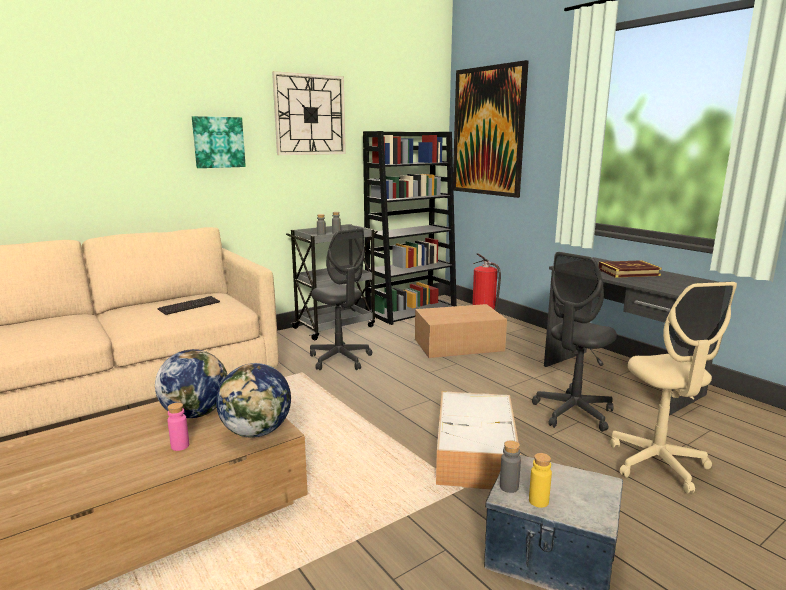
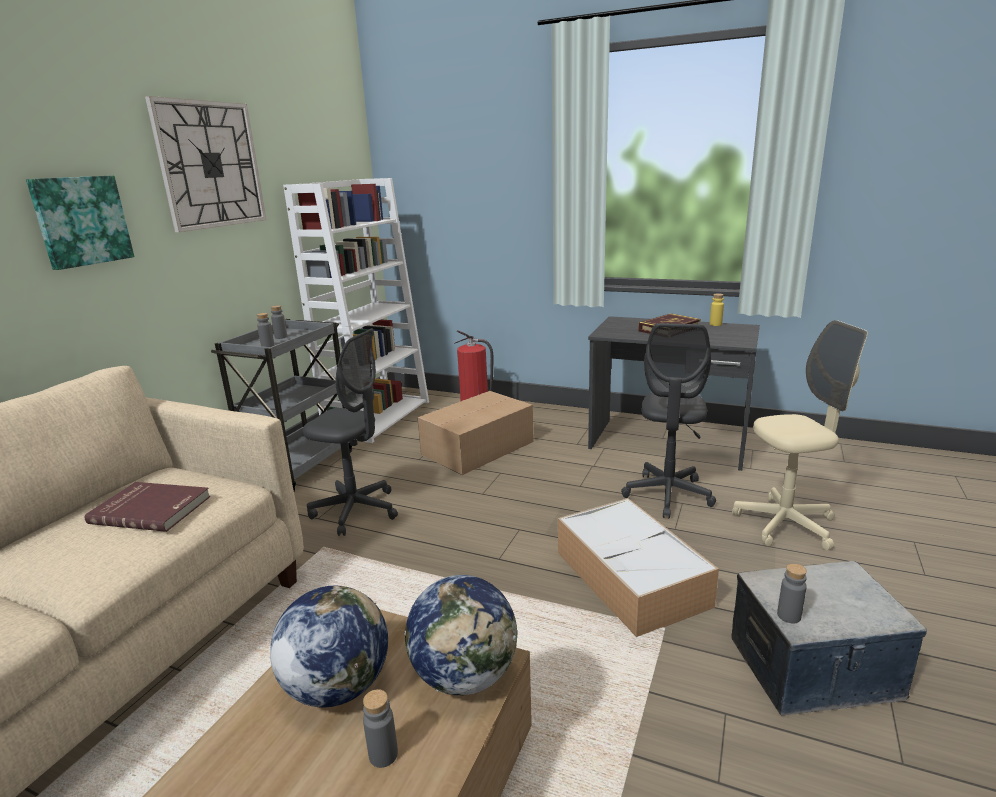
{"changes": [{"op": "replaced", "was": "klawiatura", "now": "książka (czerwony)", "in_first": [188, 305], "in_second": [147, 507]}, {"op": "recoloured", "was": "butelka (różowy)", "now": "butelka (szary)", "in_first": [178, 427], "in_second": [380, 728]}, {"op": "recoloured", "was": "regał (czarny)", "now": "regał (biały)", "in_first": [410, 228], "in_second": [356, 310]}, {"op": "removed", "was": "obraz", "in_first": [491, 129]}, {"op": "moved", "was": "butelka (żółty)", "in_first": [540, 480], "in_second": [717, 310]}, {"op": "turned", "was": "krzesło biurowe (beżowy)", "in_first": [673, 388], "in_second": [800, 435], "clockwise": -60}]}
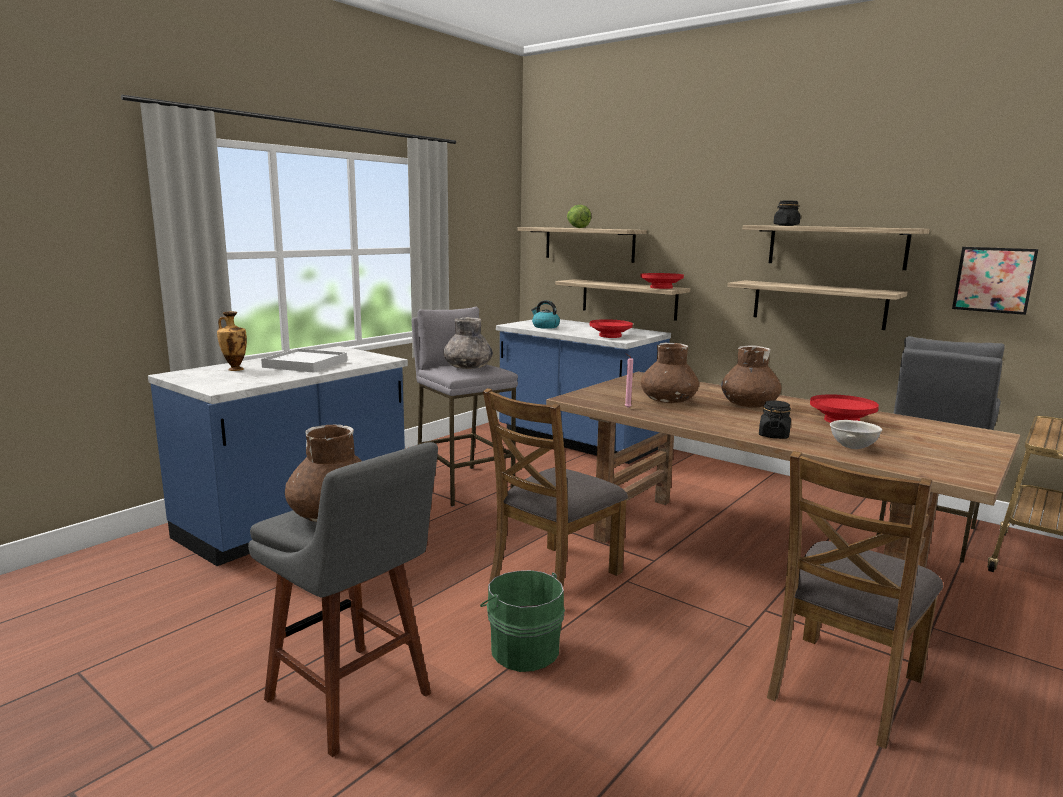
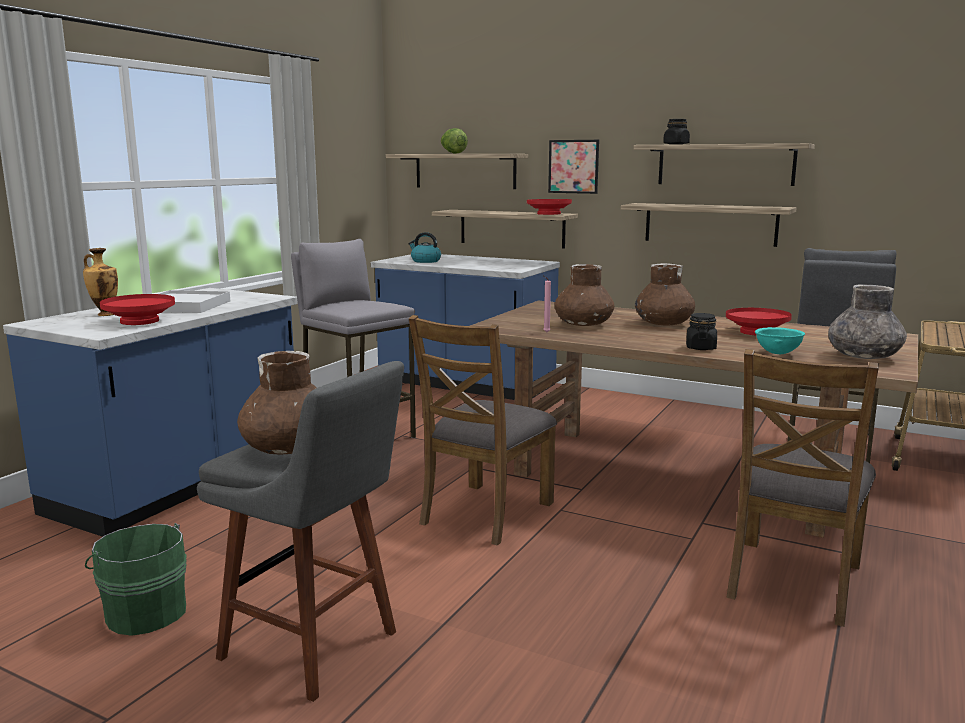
{"changes": [{"op": "moved", "was": "wazon (szary)", "in_first": [468, 343], "in_second": [867, 321]}, {"op": "moved", "was": "wiadro (zielony)", "in_first": [522, 621], "in_second": [136, 579]}, {"op": "moved", "was": "miska (czerwony)", "in_first": [611, 328], "in_second": [137, 309]}, {"op": "recoloured", "was": "miska (szary)", "now": "miska (turkusowy)", "in_first": [856, 434], "in_second": [780, 340]}, {"op": "moved", "was": "obraz", "in_first": [995, 281], "in_second": [573, 167]}]}
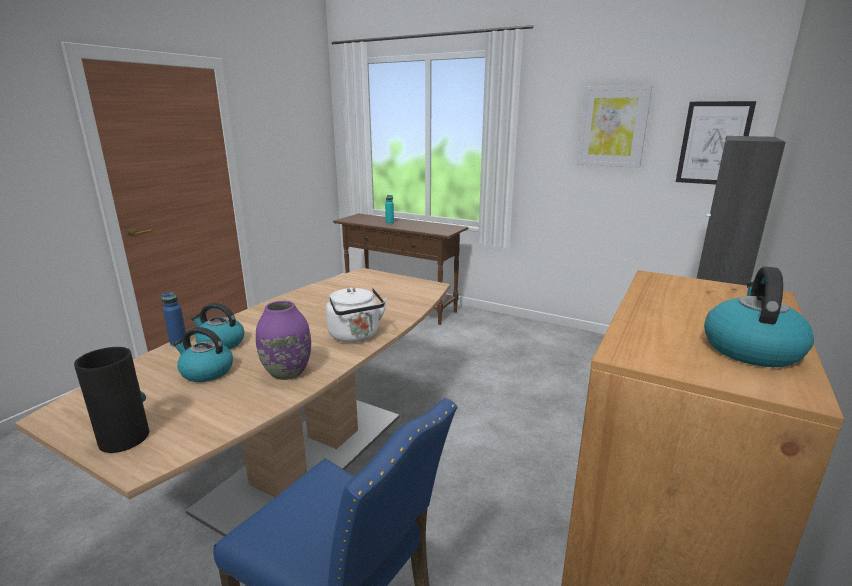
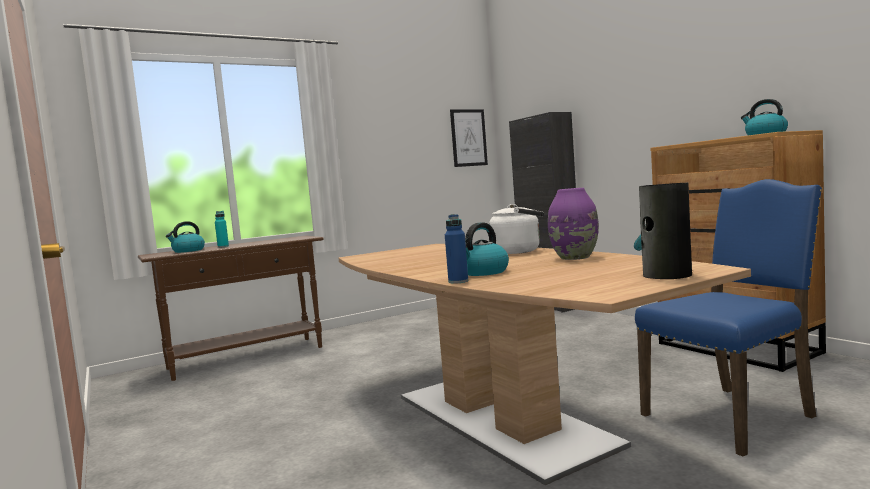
{"changes": [{"op": "moved", "was": "czajnik", "in_first": [203, 354], "in_second": [185, 237]}, {"op": "removed", "was": "obraz", "in_first": [615, 126]}]}
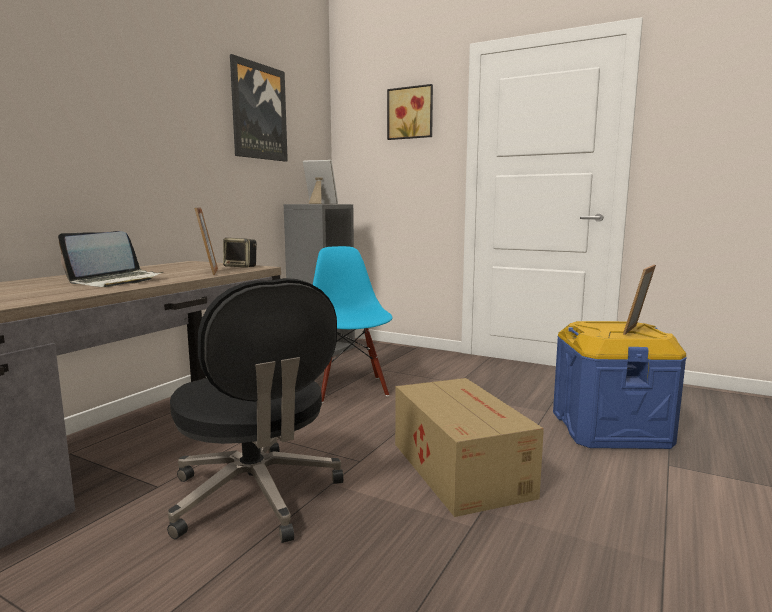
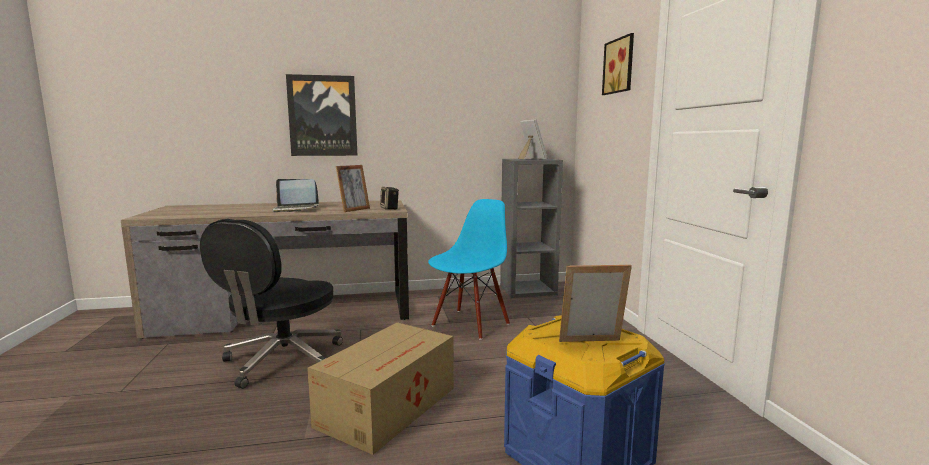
{"changes": [{"op": "moved", "was": "obraz", "in_first": [259, 108], "in_second": [321, 115]}]}
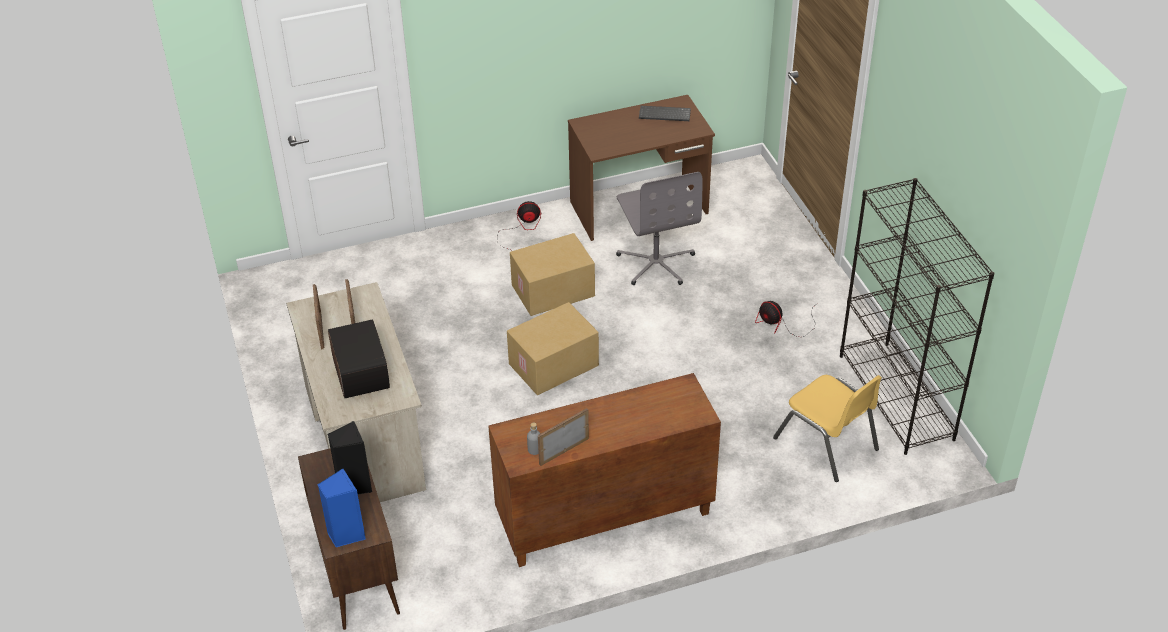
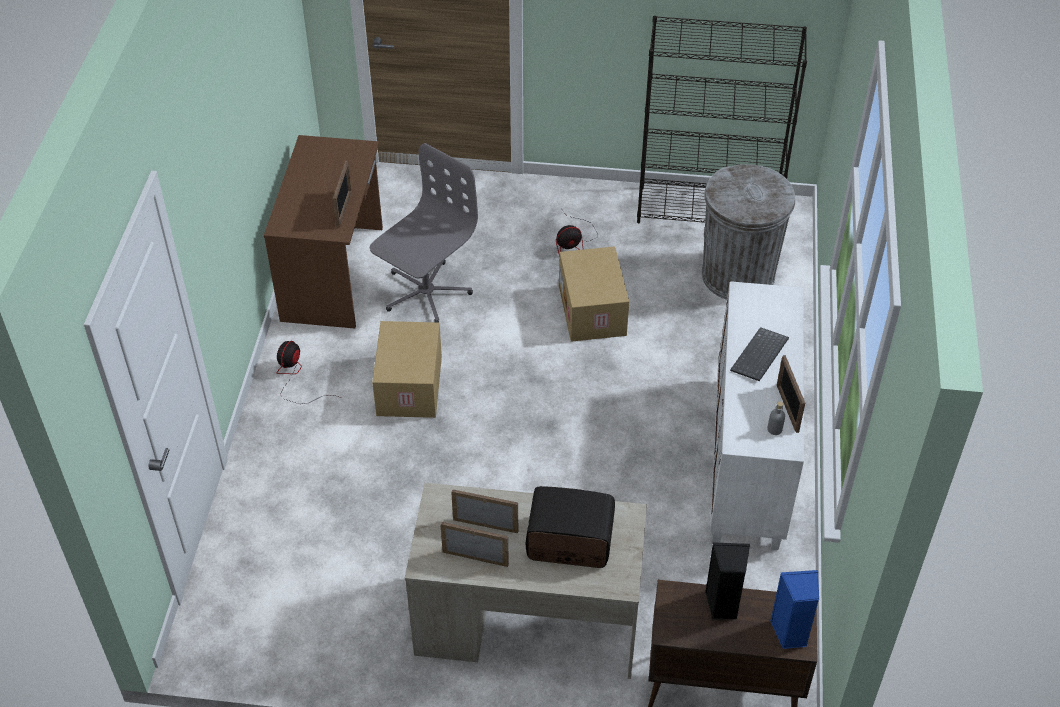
{"changes": [{"op": "recoloured", "was": "szafka (brązowy)", "now": "szafka (biały)", "in_first": [604, 470], "in_second": [757, 415]}, {"op": "moved", "was": "karton", "in_first": [553, 348], "in_second": [594, 294]}, {"op": "turned", "was": "krzesło biurowe (szary)", "in_first": [659, 228], "in_second": [424, 232], "clockwise": -60}, {"op": "moved", "was": "klawiatura", "in_first": [665, 113], "in_second": [759, 354]}, {"op": "replaced", "was": "krzesło (żółty)", "now": "kosz na śmieci (szary)", "in_first": [827, 428], "in_second": [748, 232]}, {"op": "added", "now": "ramka na zdjęcie", "in_second": [342, 194]}]}
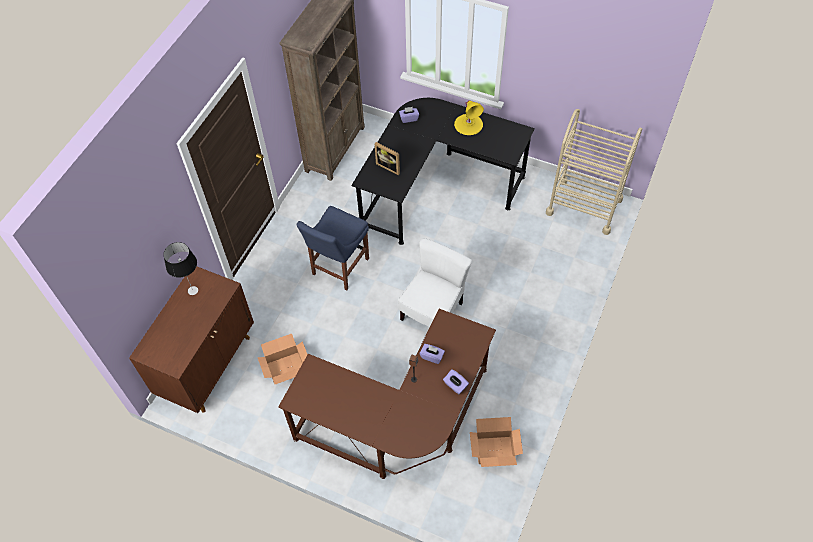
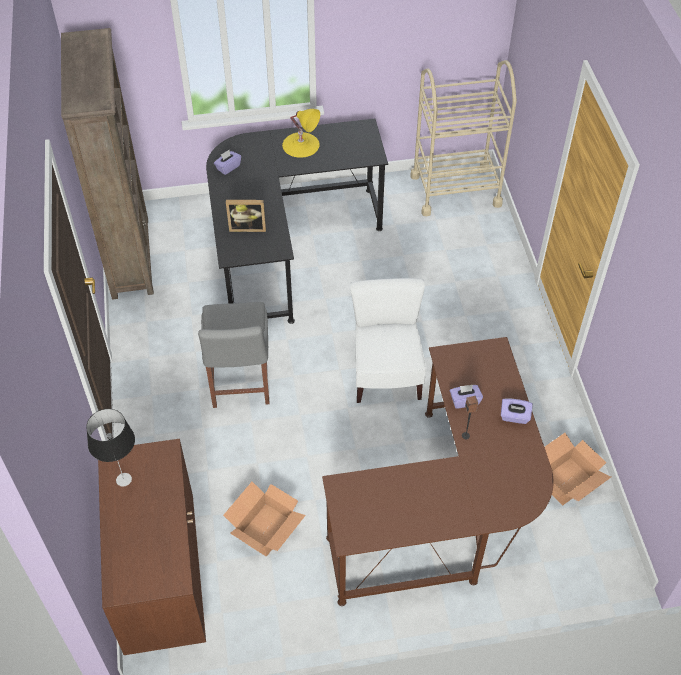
{"changes": [{"op": "recoloured", "was": "krzesło (niebieski)", "now": "krzesło (szary)", "in_first": [333, 248], "in_second": [234, 355]}]}
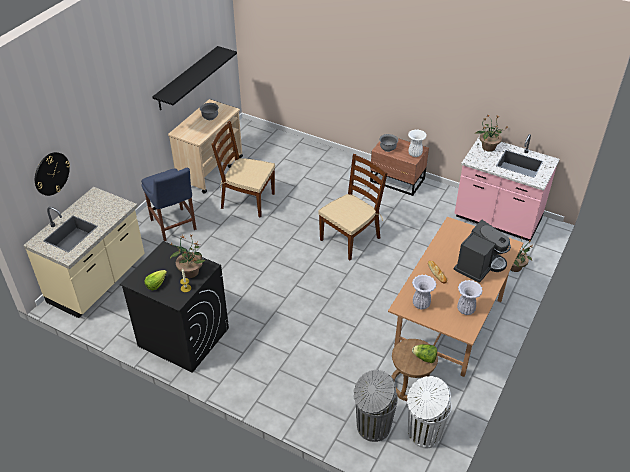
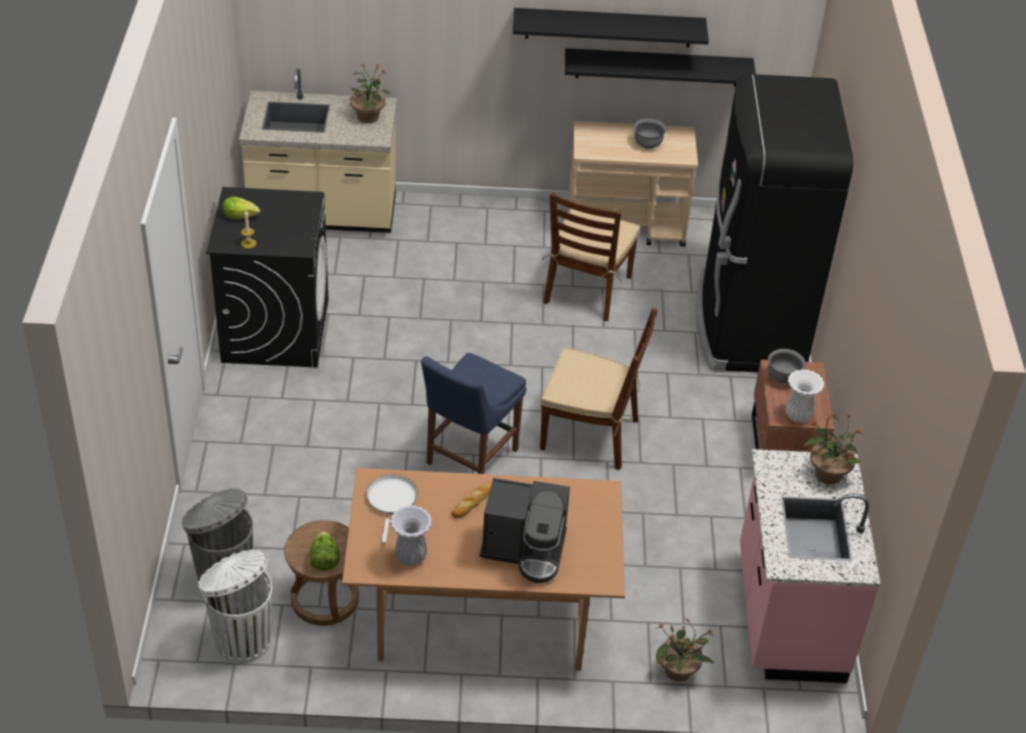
{"changes": [{"op": "removed", "was": "zegar ścienny", "in_first": [52, 174]}, {"op": "moved", "was": "krzesło (niebieski)", "in_first": [168, 204], "in_second": [474, 413]}, {"op": "moved", "was": "roślina doniczkowa", "in_first": [187, 256], "in_second": [370, 93]}, {"op": "turned", "was": "krzesło (brązowy)", "in_first": [243, 169], "in_second": [590, 256], "clockwise": -150}, {"op": "replaced", "was": "wazon (biały)", "now": "patelnia (biały)", "in_first": [424, 292], "in_second": [392, 509]}, {"op": "added", "now": "półka (czarny)", "in_second": [611, 27]}, {"op": "added", "now": "lodówka (czarny)", "in_second": [774, 223]}]}
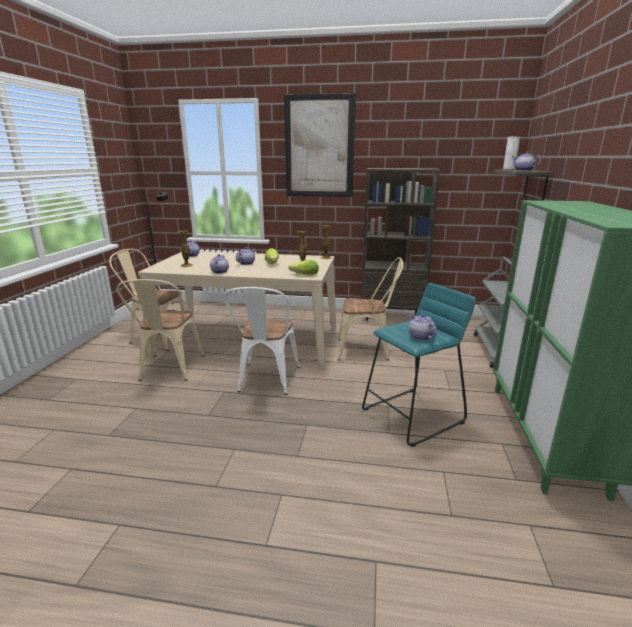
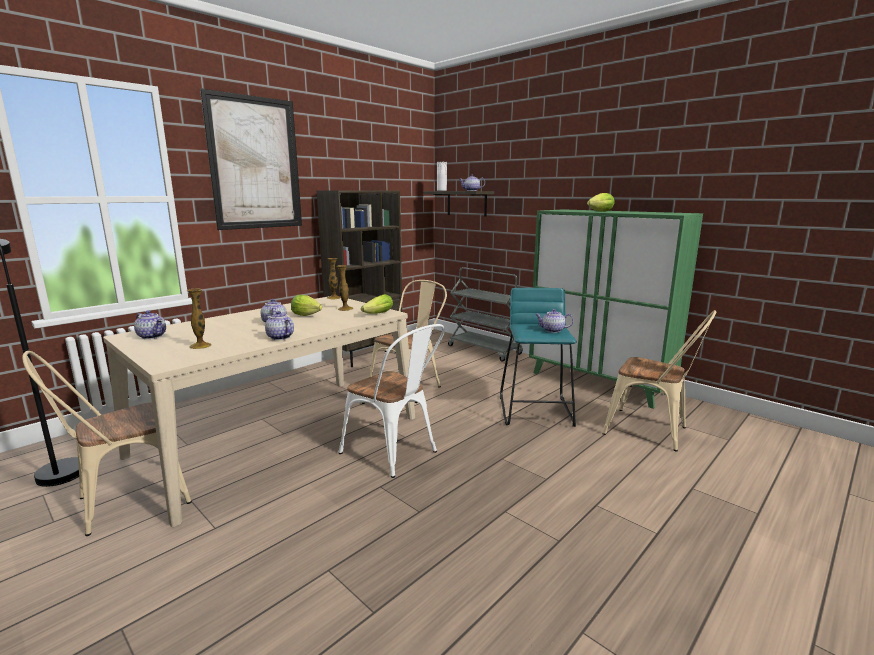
{"changes": [{"op": "moved", "was": "krzesło (beżowy)", "in_first": [160, 330], "in_second": [659, 380]}, {"op": "added", "now": "sałata", "in_second": [601, 202]}]}
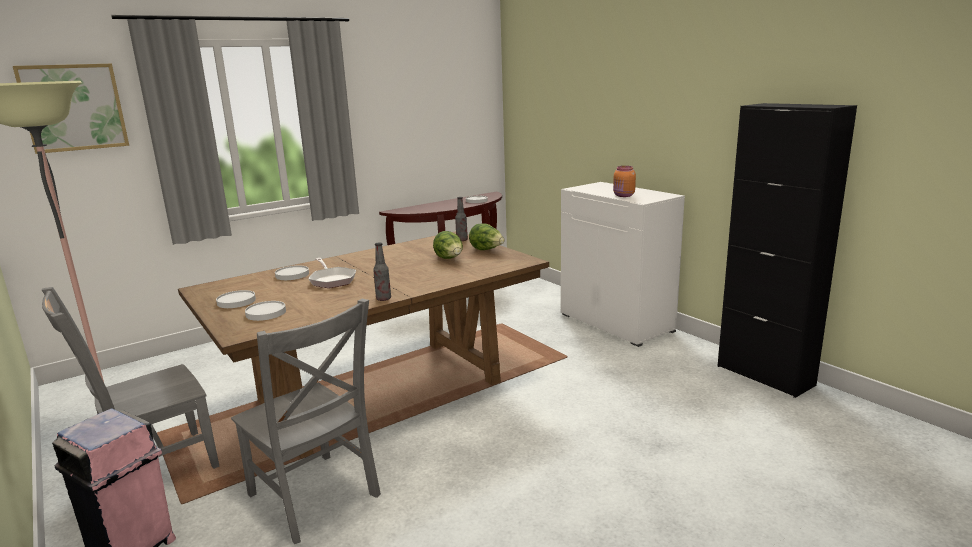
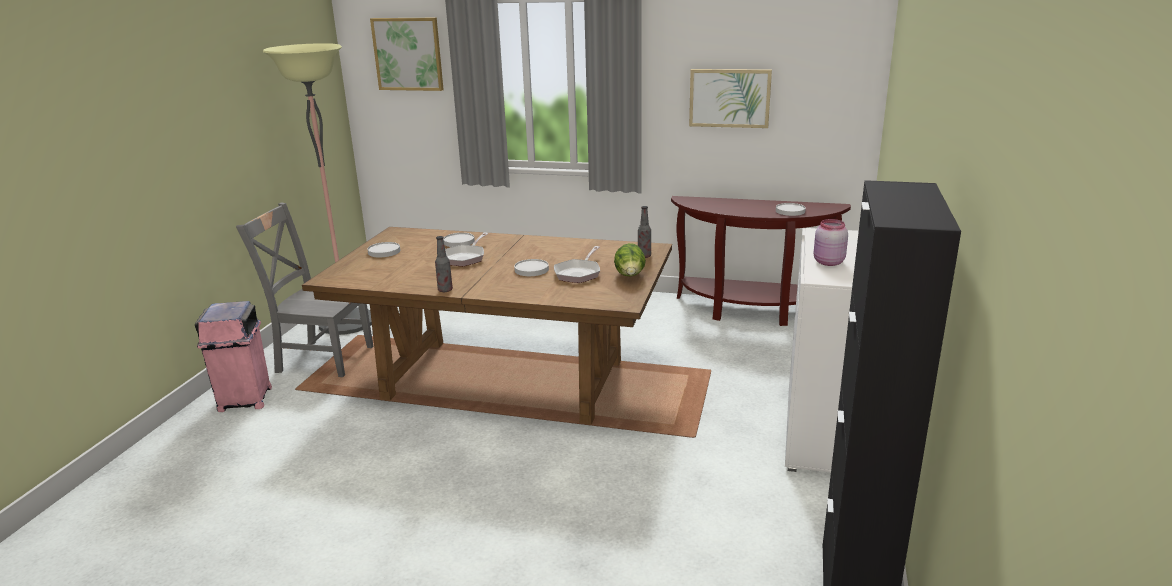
{"changes": [{"op": "removed", "was": "krzesło (szary)", "in_first": [306, 421]}, {"op": "moved", "was": "talerz (biały)", "in_first": [265, 311], "in_second": [531, 267]}, {"op": "replaced", "was": "sałata", "now": "patelnia", "in_first": [448, 245], "in_second": [577, 264]}, {"op": "recoloured", "was": "słoik (pomarańczowy)", "now": "słoik (różowy)", "in_first": [624, 181], "in_second": [831, 242]}, {"op": "added", "now": "obraz", "in_second": [730, 98]}]}
